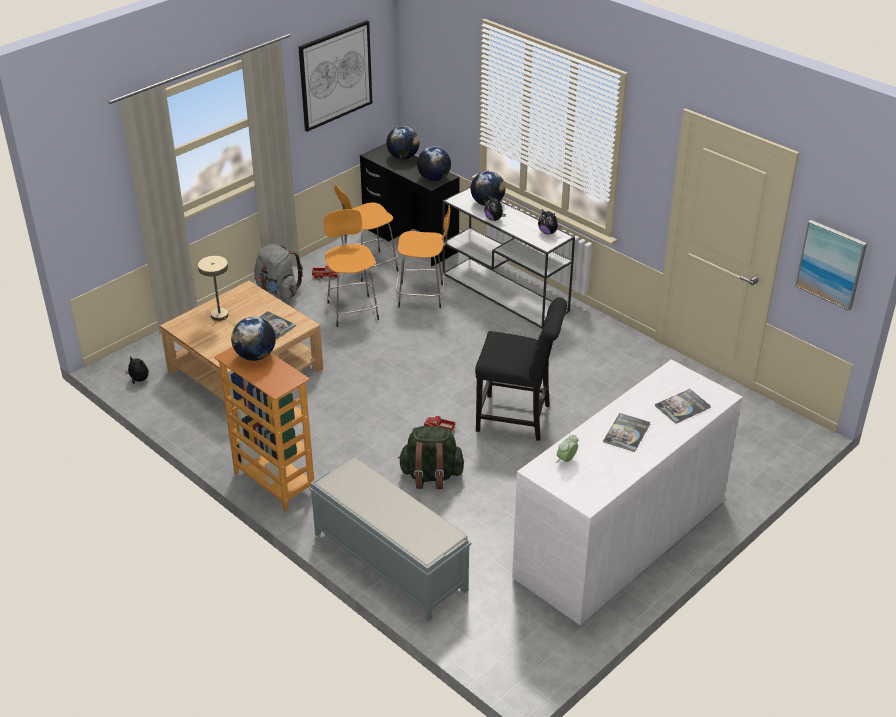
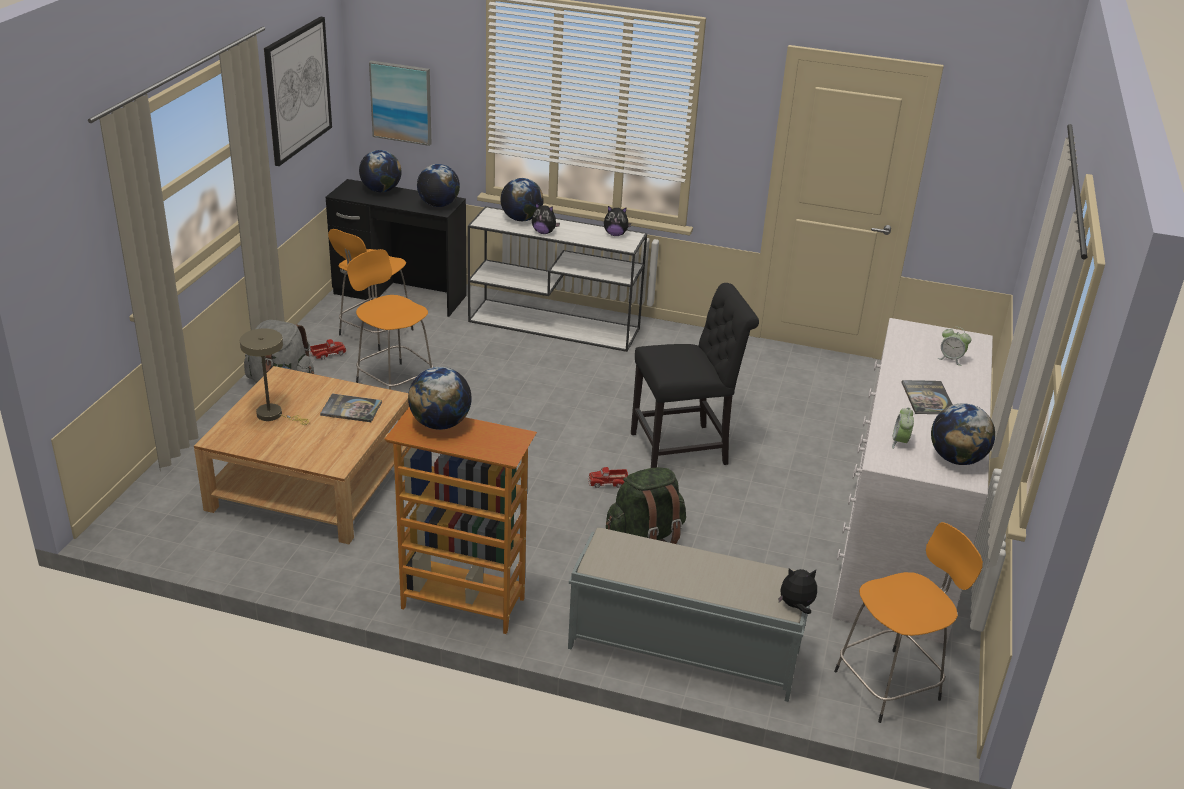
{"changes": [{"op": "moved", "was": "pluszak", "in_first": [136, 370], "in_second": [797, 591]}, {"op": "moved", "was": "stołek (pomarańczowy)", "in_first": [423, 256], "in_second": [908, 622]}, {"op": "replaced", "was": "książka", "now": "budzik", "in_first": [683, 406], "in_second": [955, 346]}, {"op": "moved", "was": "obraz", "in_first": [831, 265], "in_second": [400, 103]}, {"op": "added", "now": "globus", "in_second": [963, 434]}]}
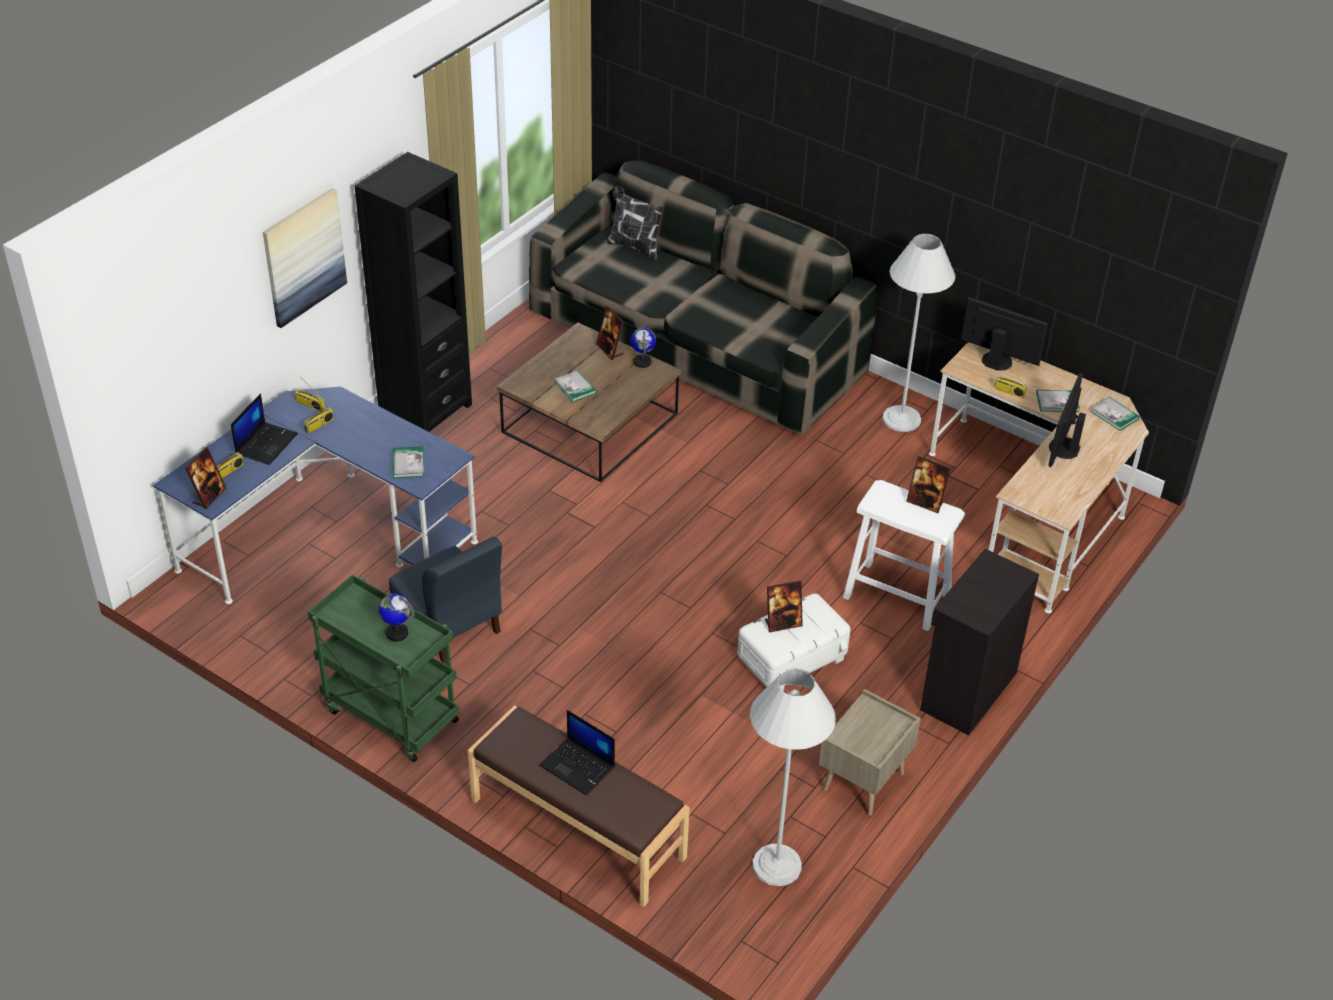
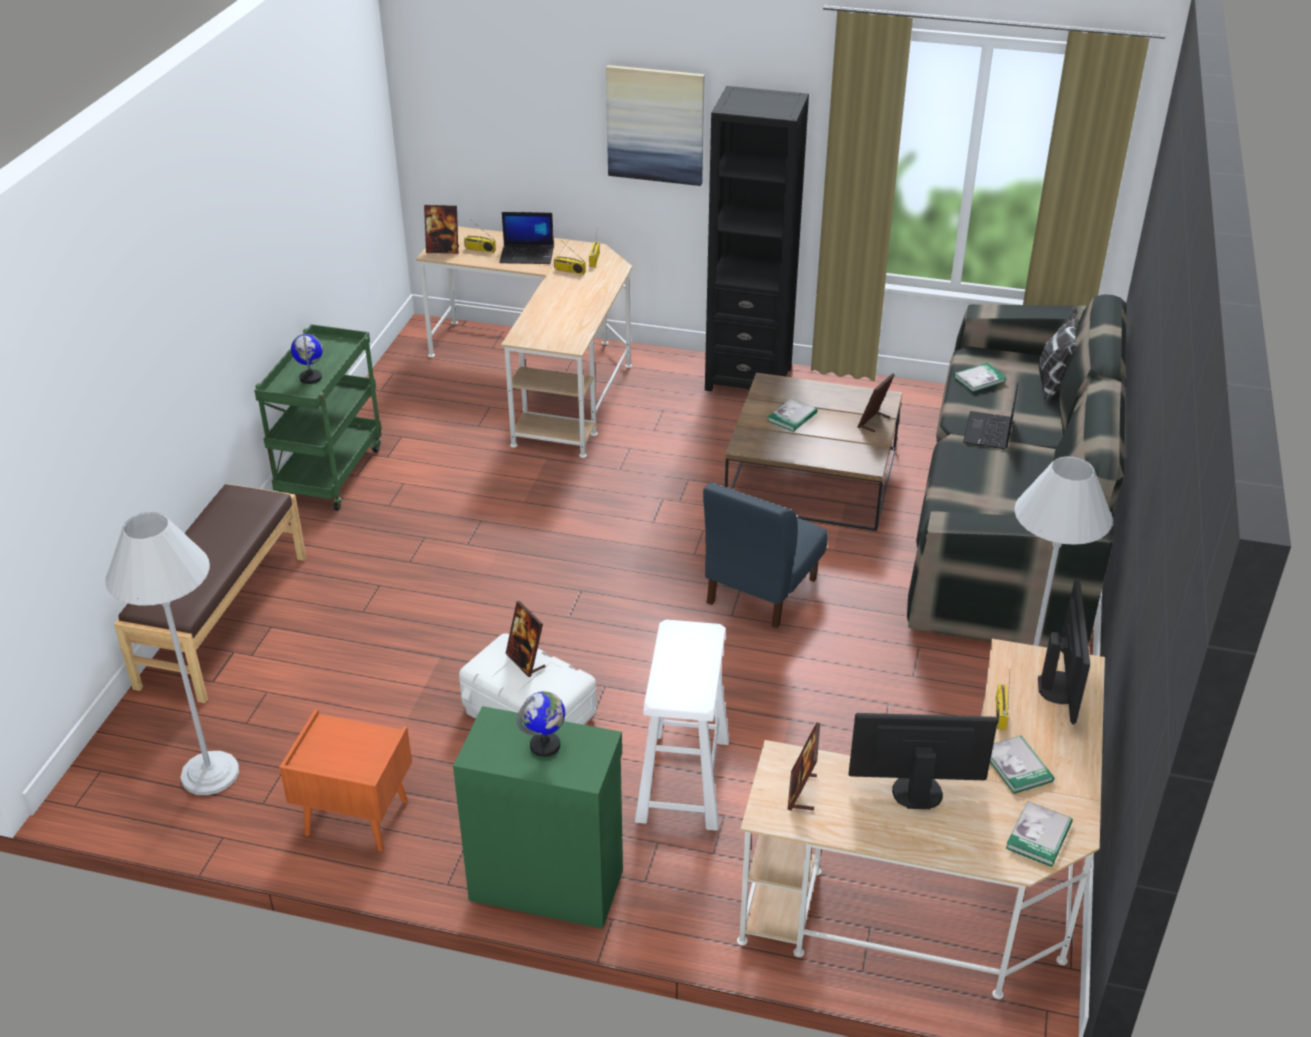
{"changes": [{"op": "recoloured", "was": "biurko (niebieski)", "now": "biurko (beżowy)", "in_first": [315, 495], "in_second": [524, 342]}, {"op": "moved", "was": "krzesło (niebieski)", "in_first": [445, 599], "in_second": [765, 555]}, {"op": "moved", "was": "książka", "in_first": [408, 462], "in_second": [980, 377]}, {"op": "moved", "was": "laptop", "in_first": [577, 752], "in_second": [990, 415]}, {"op": "moved", "was": "globus", "in_first": [643, 348], "in_second": [541, 724]}, {"op": "recoloured", "was": "szafka nocna (beżowy)", "now": "szafka nocna (pomarańczowy)", "in_first": [870, 752], "in_second": [345, 780]}, {"op": "moved", "was": "ramka na zdjęcie", "in_first": [928, 484], "in_second": [803, 766]}, {"op": "recoloured", "was": "szafka (czarny)", "now": "szafka (zielony)", "in_first": [979, 642], "in_second": [538, 817]}]}
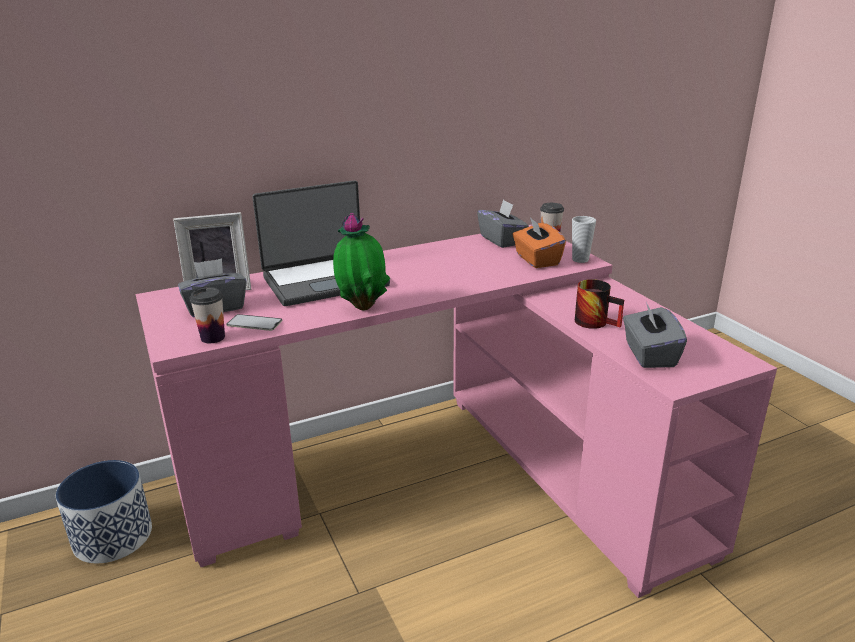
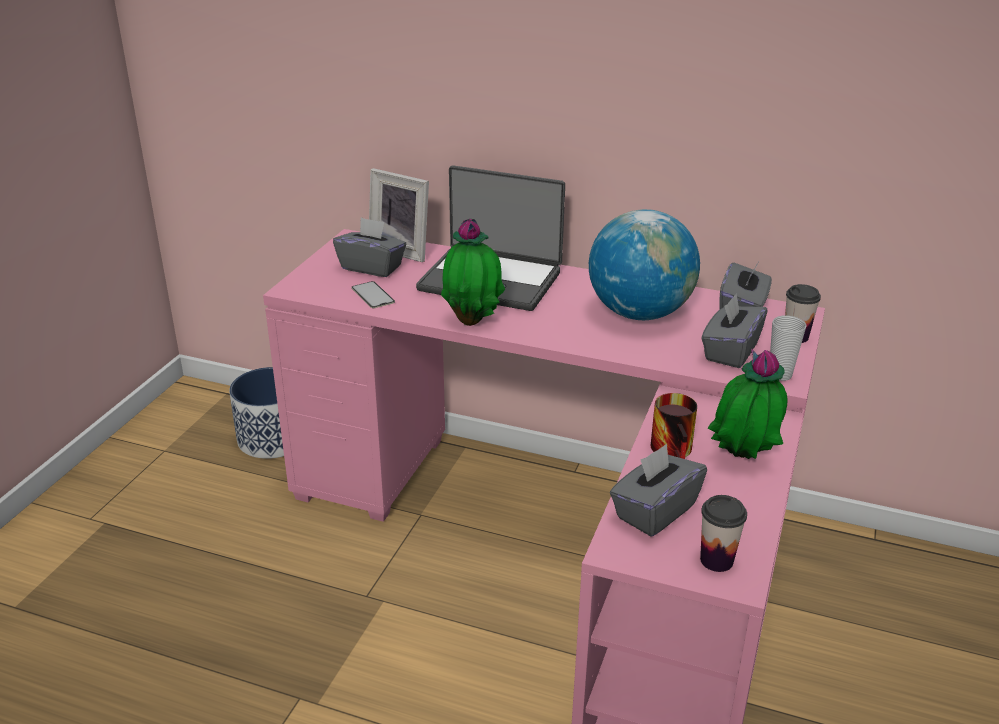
{"changes": [{"op": "moved", "was": "filiżanka", "in_first": [207, 315], "in_second": [723, 533]}, {"op": "recoloured", "was": "pudełko chusteczek (pomarańczowy)", "now": "pudełko chusteczek (szary)", "in_first": [539, 242], "in_second": [734, 330]}, {"op": "added", "now": "globus", "in_second": [644, 264]}, {"op": "added", "now": "roślina doniczkowa", "in_second": [747, 404]}]}
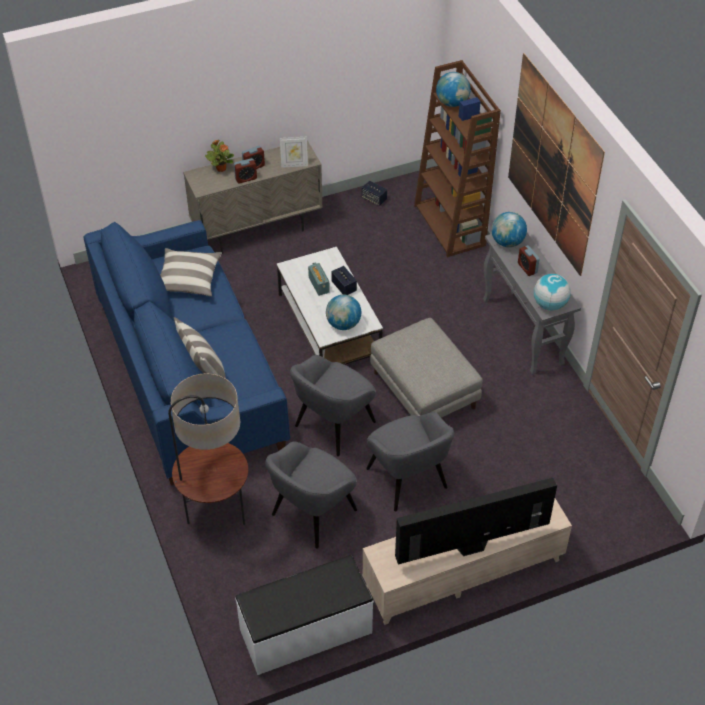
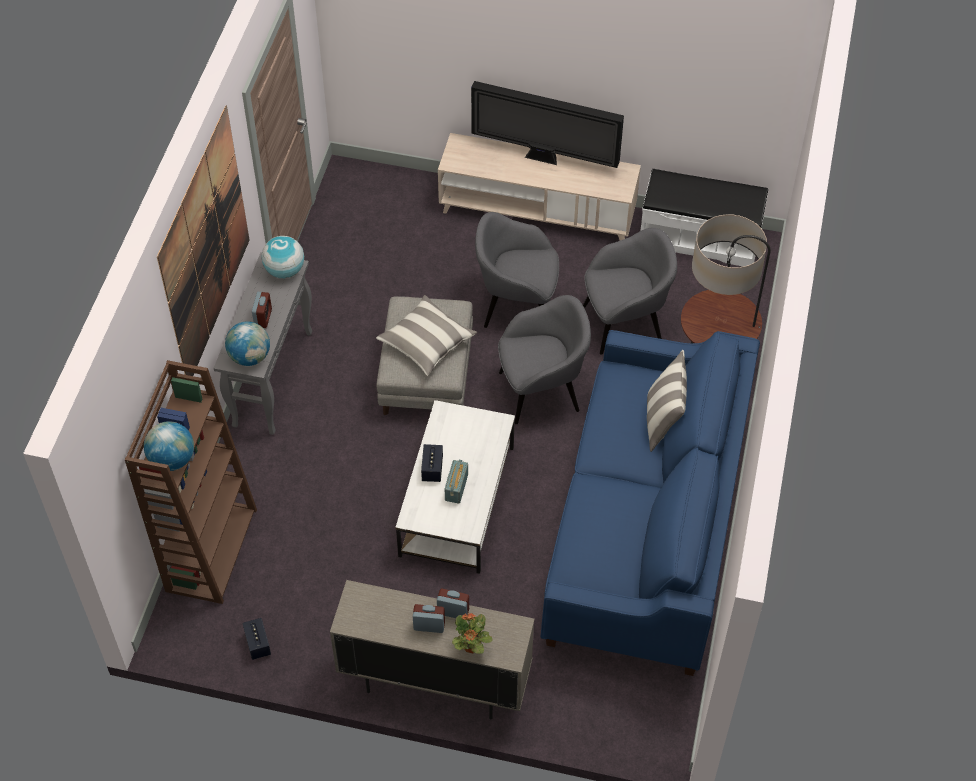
{"changes": [{"op": "moved", "was": "poduszka", "in_first": [191, 272], "in_second": [426, 335]}, {"op": "removed", "was": "ramka na zdjęcie", "in_first": [294, 152]}, {"op": "removed", "was": "globus", "in_first": [343, 312]}, {"op": "turned", "was": "fotel (szary)", "in_first": [410, 461], "in_second": [517, 270], "clockwise": -90}]}
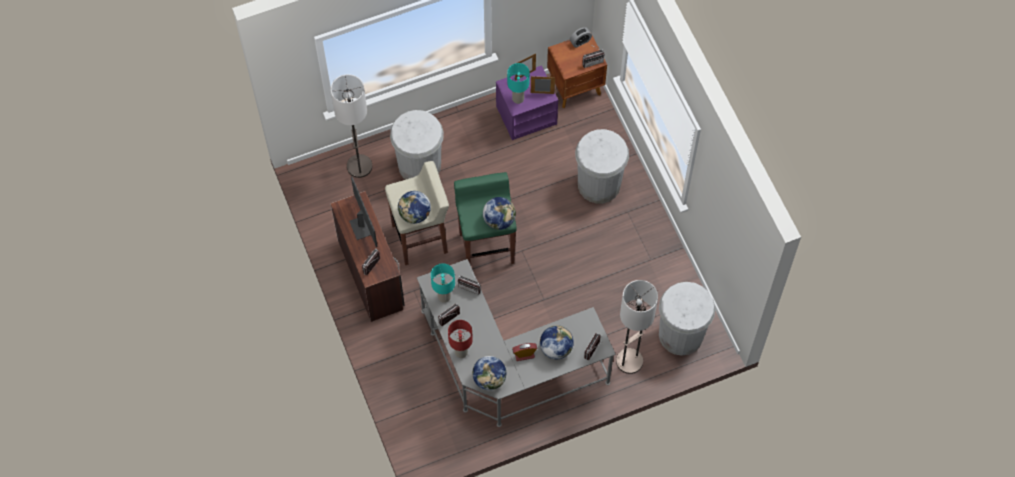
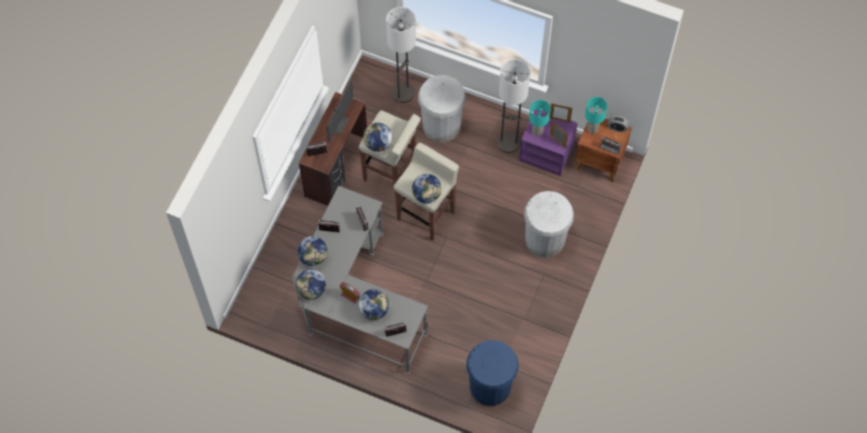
{"changes": [{"op": "moved", "was": "lampa stołowa (turkusowy)", "in_first": [443, 283], "in_second": [596, 115]}, {"op": "replaced", "was": "lampa stołowa (czerwony)", "now": "globus", "in_first": [460, 339], "in_second": [312, 251]}, {"op": "recoloured", "was": "stołek (zielony)", "now": "stołek (beżowy)", "in_first": [485, 218], "in_second": [426, 192]}, {"op": "moved", "was": "lampa stojąca", "in_first": [637, 327], "in_second": [513, 106]}, {"op": "recoloured", "was": "kosz na śmieci (biały)", "now": "kosz na śmieci (niebieski)", "in_first": [687, 319], "in_second": [493, 373]}]}
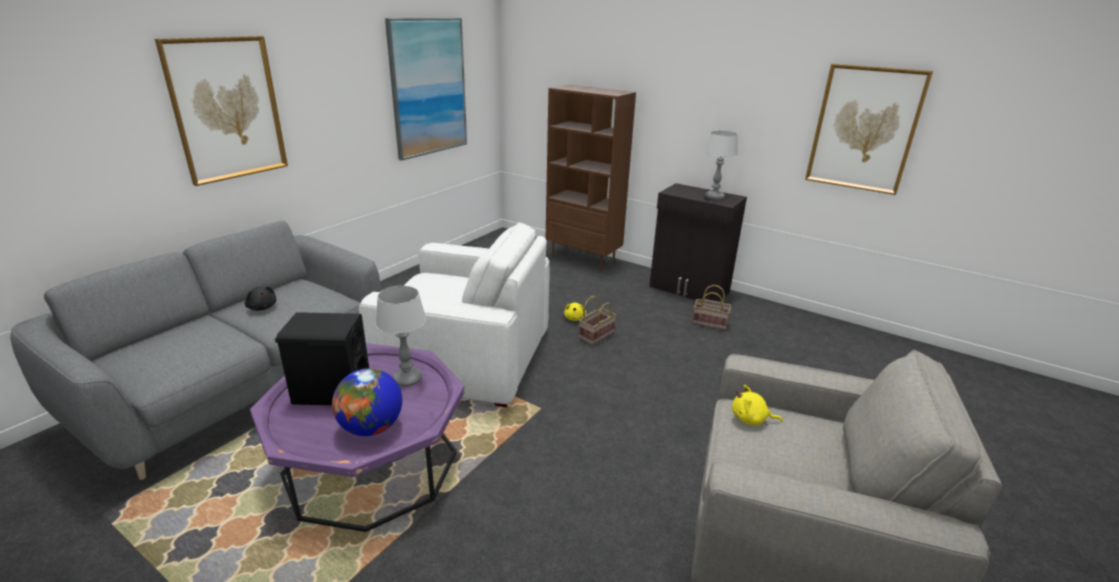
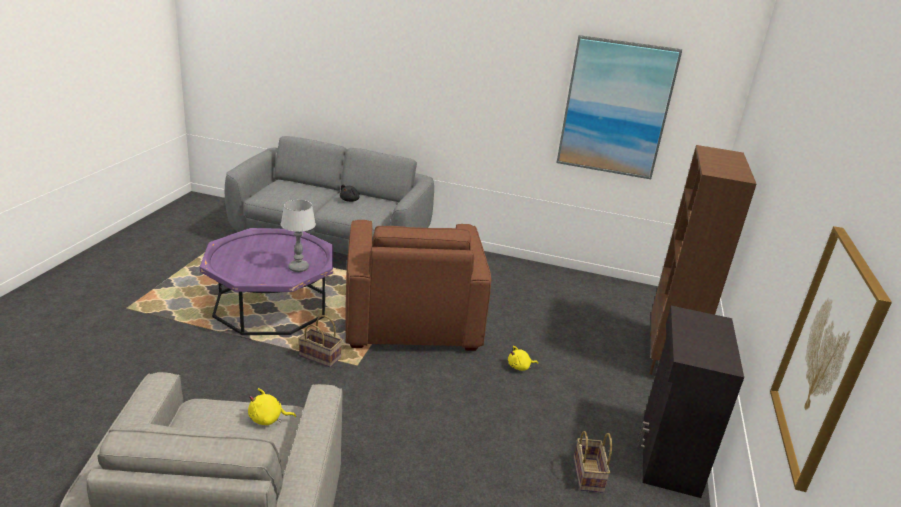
{"changes": [{"op": "removed", "was": "obraz", "in_first": [221, 111]}, {"op": "removed", "was": "głośnik (czarny)", "in_first": [322, 358]}, {"op": "removed", "was": "globus", "in_first": [367, 402]}, {"op": "recoloured", "was": "fotel (biały)", "now": "fotel (brązowy)", "in_first": [454, 314], "in_second": [418, 285]}, {"op": "moved", "was": "koszyk", "in_first": [597, 320], "in_second": [320, 341]}, {"op": "removed", "was": "lampa stołowa", "in_first": [721, 165]}, {"op": "turned", "was": "pluszak (żółty)", "in_first": [757, 405], "in_second": [272, 406], "clockwise": -90}]}
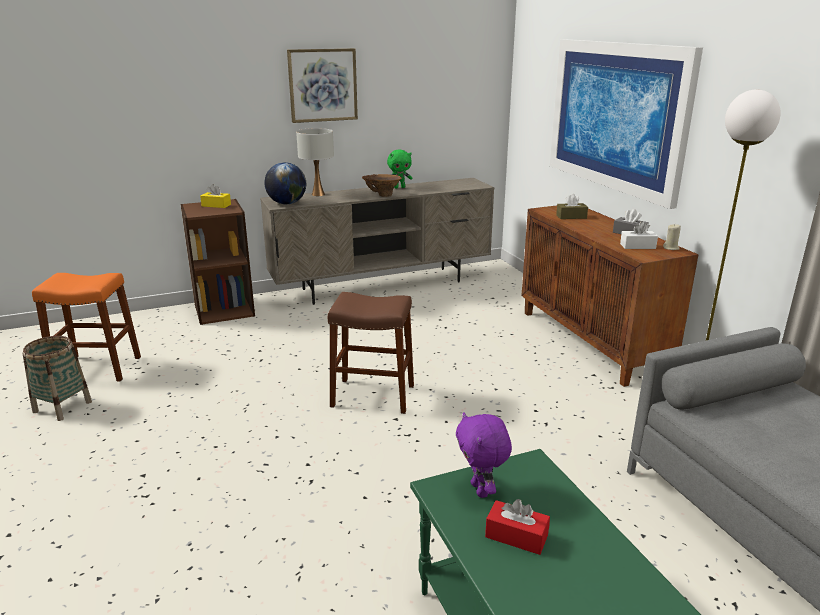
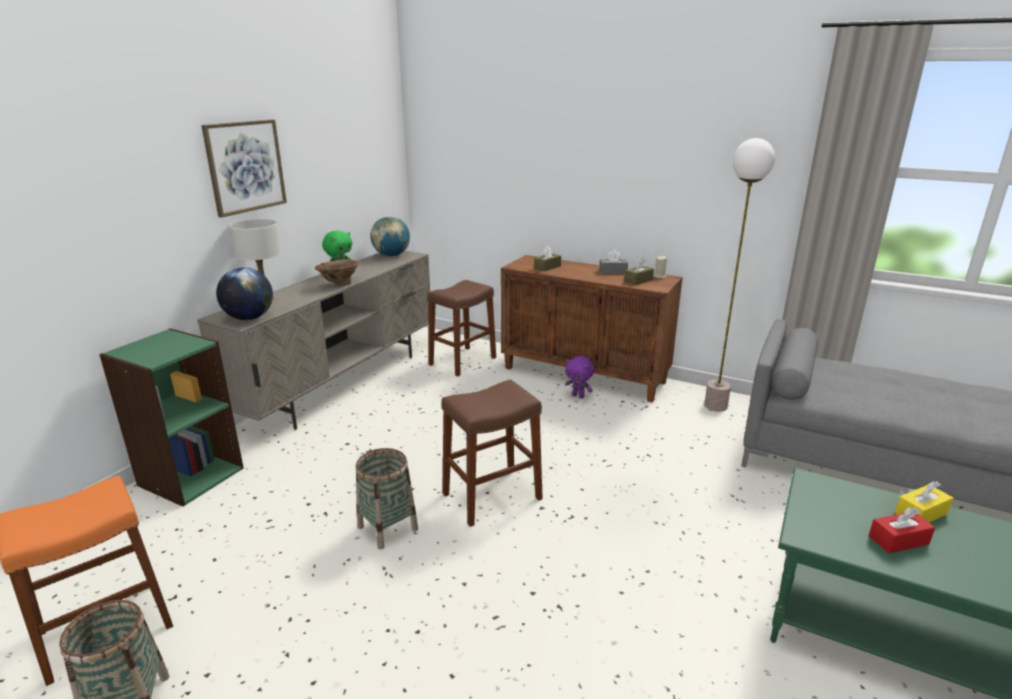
{"changes": [{"op": "recoloured", "was": "regał (brązowy)", "now": "regał (zielony)", "in_first": [218, 262], "in_second": [171, 417]}, {"op": "moved", "was": "pudełko chusteczek (żółty)", "in_first": [215, 196], "in_second": [924, 501]}, {"op": "moved", "was": "pluszak (fioletowy)", "in_first": [484, 455], "in_second": [579, 377]}, {"op": "removed", "was": "obraz", "in_first": [626, 124]}, {"op": "recoloured", "was": "pudełko chusteczek (biały)", "now": "pudełko chusteczek (brązowy)", "in_first": [639, 235], "in_second": [639, 271]}, {"op": "added", "now": "koszyk", "in_second": [387, 498]}, {"op": "added", "now": "globus", "in_second": [390, 236]}, {"op": "added", "now": "stołek (brązowy)", "in_second": [461, 328]}]}
